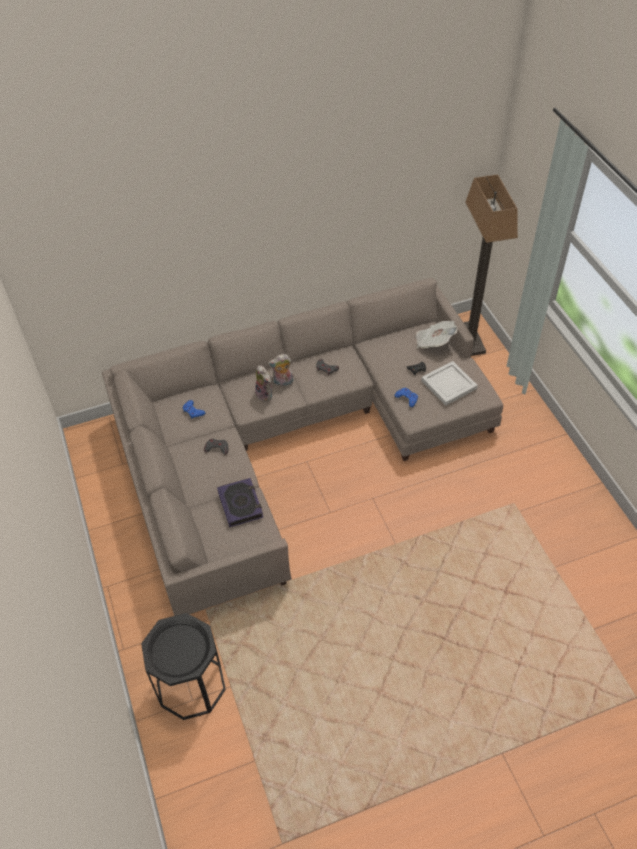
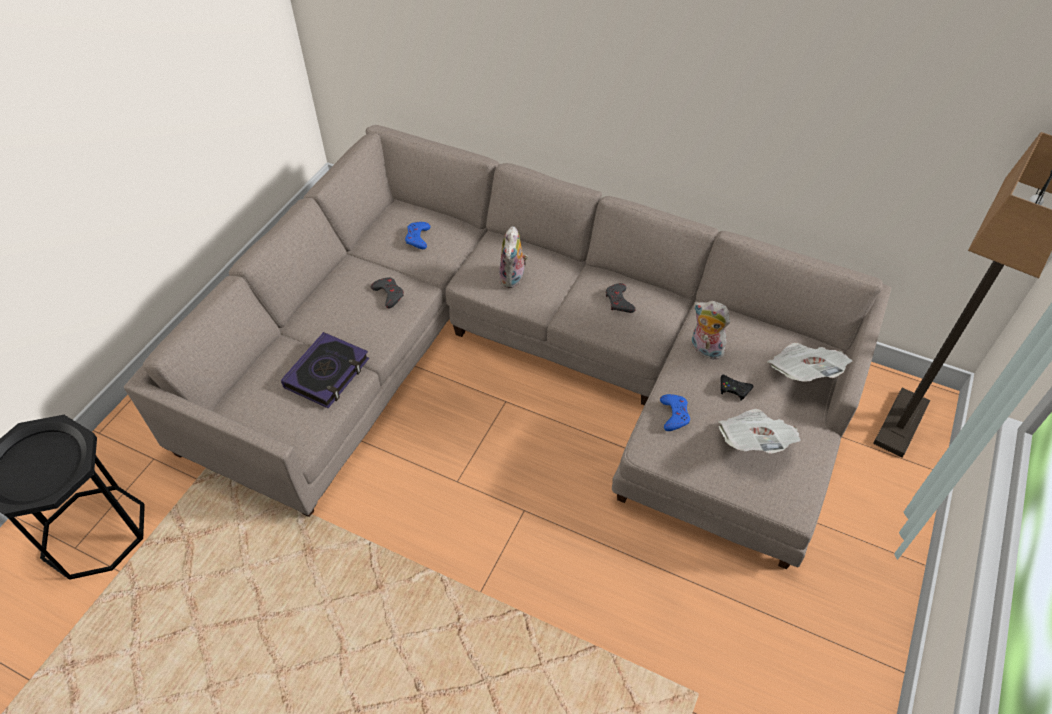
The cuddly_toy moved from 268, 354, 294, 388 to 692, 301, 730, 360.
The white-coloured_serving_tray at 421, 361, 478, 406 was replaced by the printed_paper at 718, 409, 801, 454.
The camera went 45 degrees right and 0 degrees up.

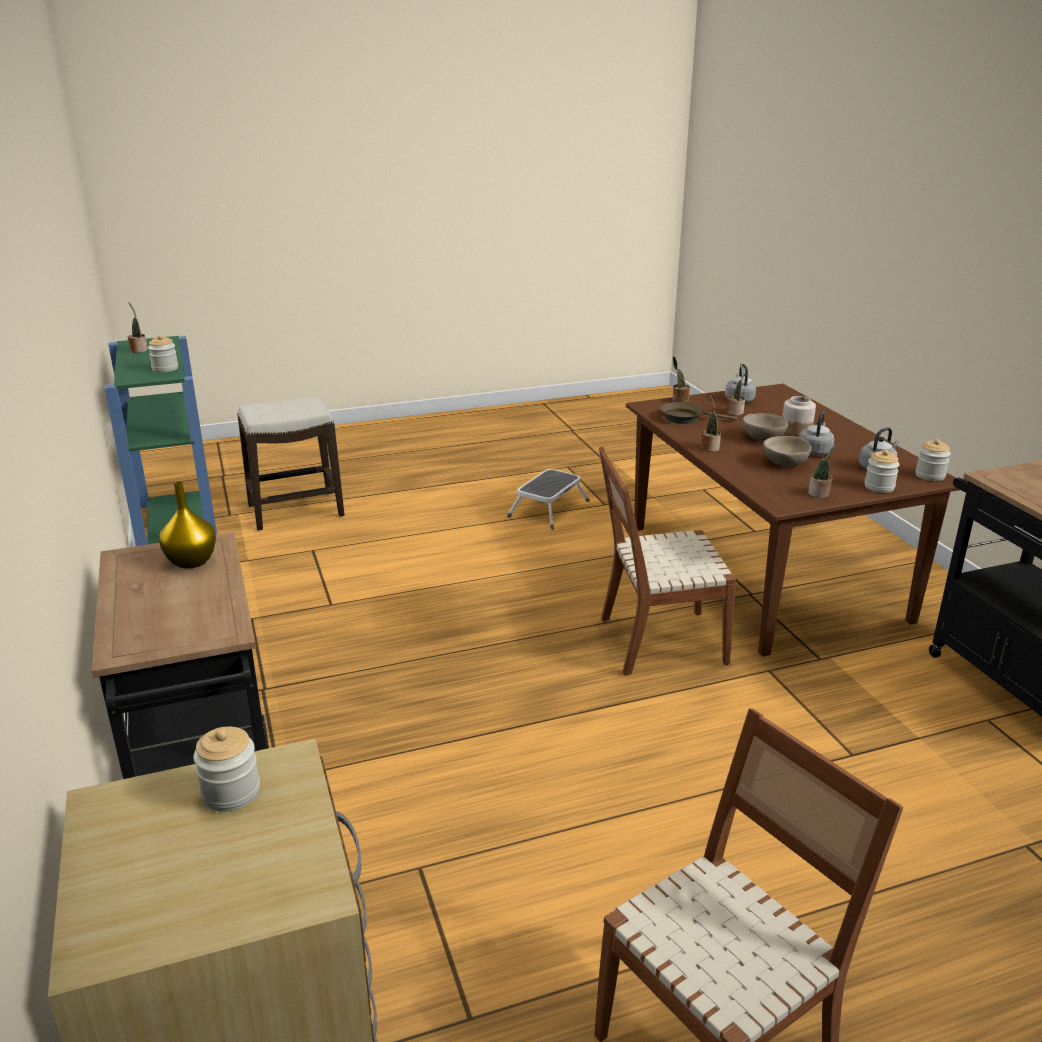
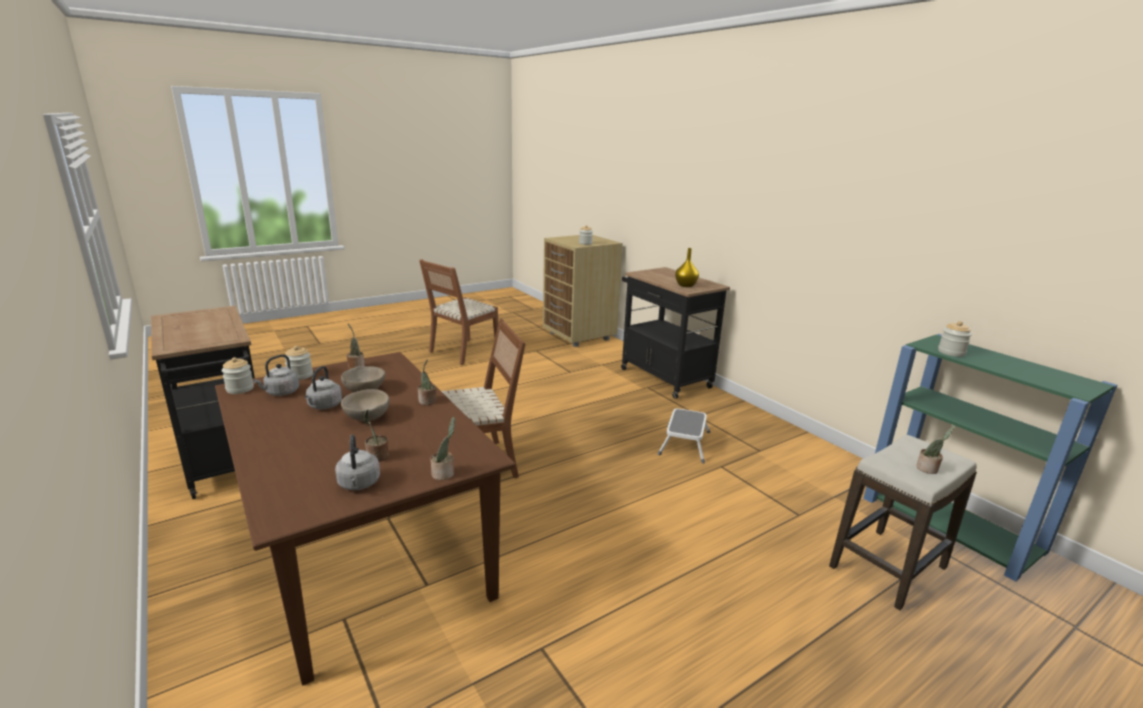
The potted_plant moved from 128, 302, 148, 353 to 916, 425, 956, 474.
The greyish_stepladder moved from 507, 469, 590, 530 to 657, 409, 711, 464.
The brown_frying_pan at 660, 402, 737, 424 disappeared.
The preserve_jar at 782, 396, 816, 436 disappeared.
The camera went 165 degrees right and 5 degrees down.

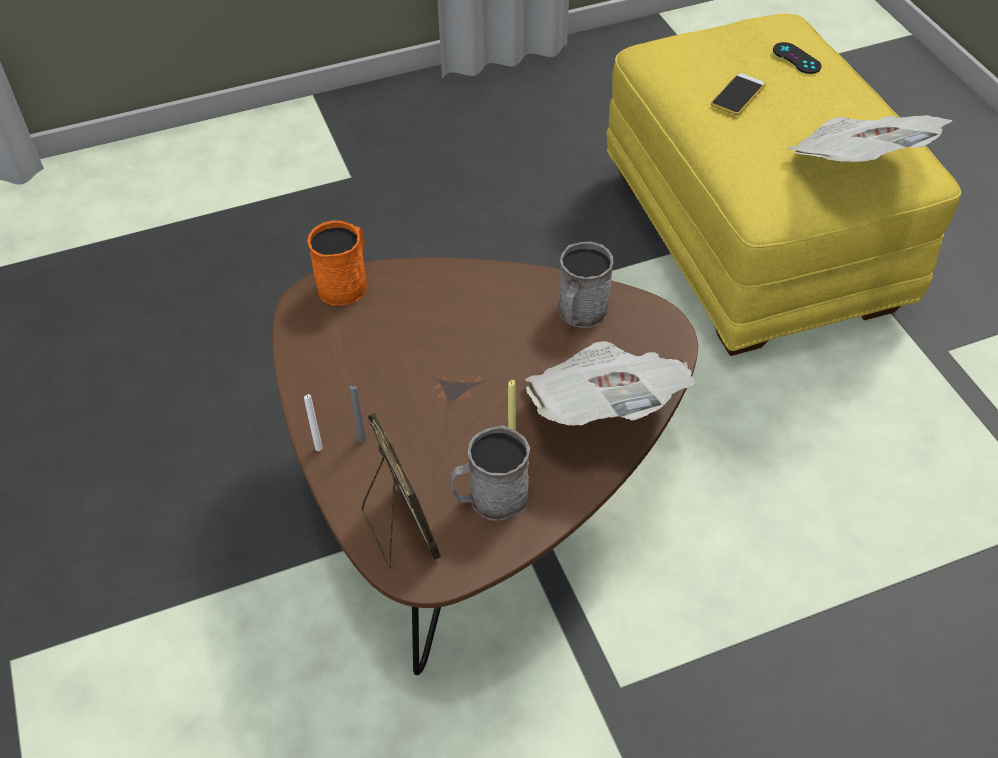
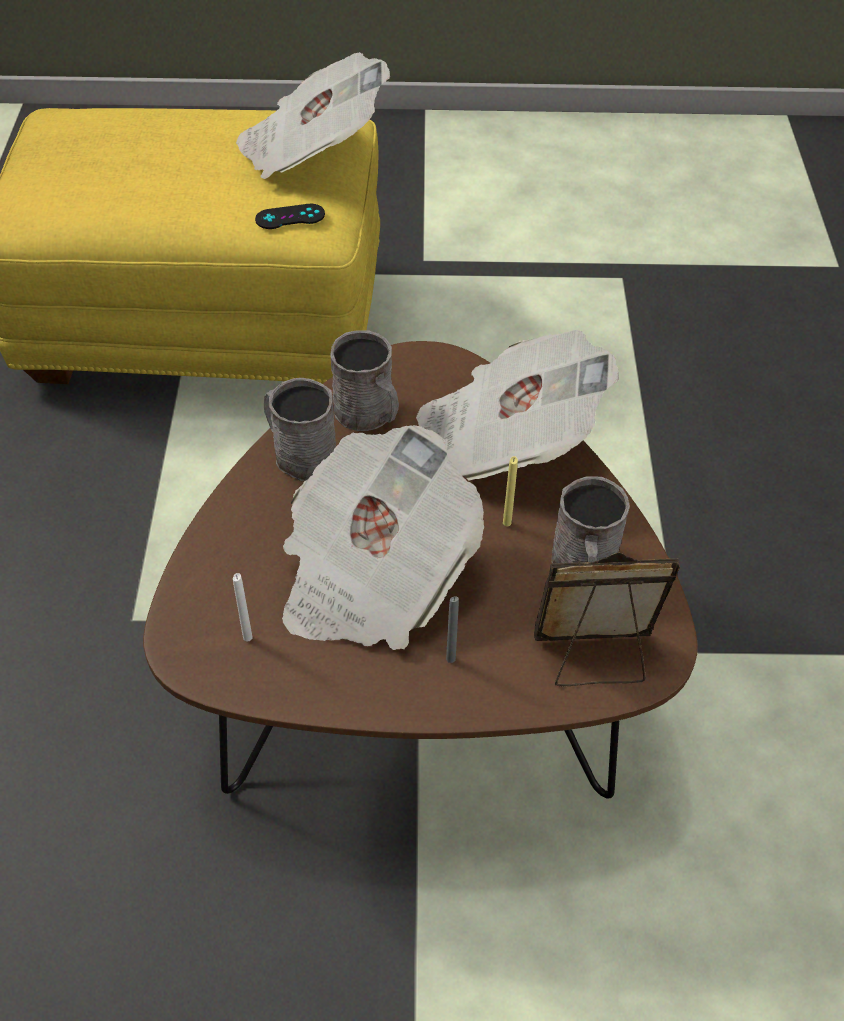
The white-coloured_wax_candle moved from 304, 394, 323, 451 to 233, 573, 253, 642.
The orangey_coffee_mug at 307, 220, 367, 305 disappeared.
The phone at 711, 73, 766, 115 disappeared.
The black-coloured_game_controller moved from 773, 42, 822, 74 to 255, 204, 325, 229.
The greyish_coffee_mug at 264, 378, 336, 481 appeared.
The printed_paper at 282, 425, 484, 650 appeared.
The camera went 70 degrees left and 0 degrees up.

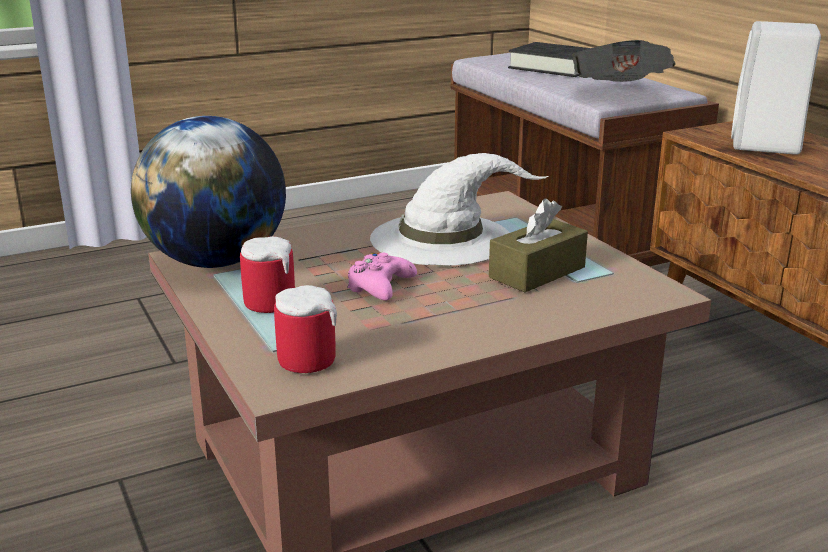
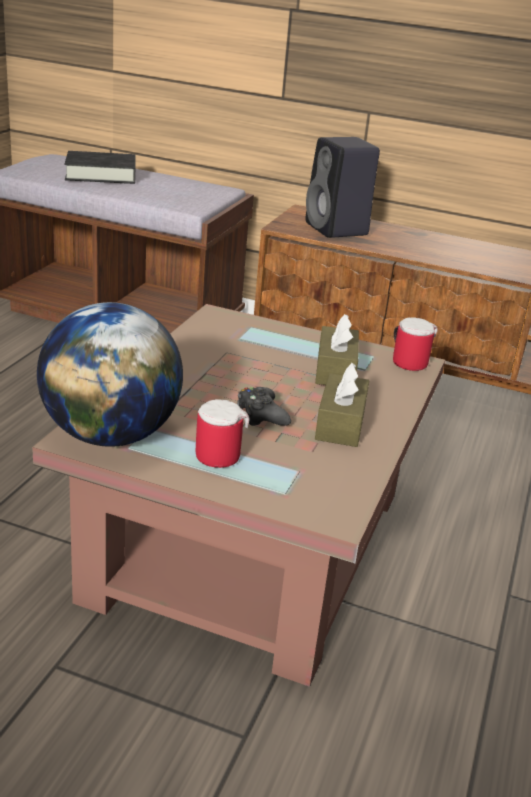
The coffee_mug moved from 274, 285, 337, 373 to 393, 317, 438, 371.
The pink-coloured_game_controller at 347, 253, 417, 301 became the black-coloured_game_controller at 237, 387, 291, 426.
The white-coloured_wearable_hat at 370, 153, 548, 266 disappeared.
The printed_paper at 572, 40, 676, 82 disappeared.
The white-coloured_audio_speaker at 731, 21, 821, 155 became the black-coloured_audio_speaker at 306, 137, 380, 238.
The brown_tissue_box at 315, 363, 369, 447 appeared.
The camera went 45 degrees left and 5 degrees up.

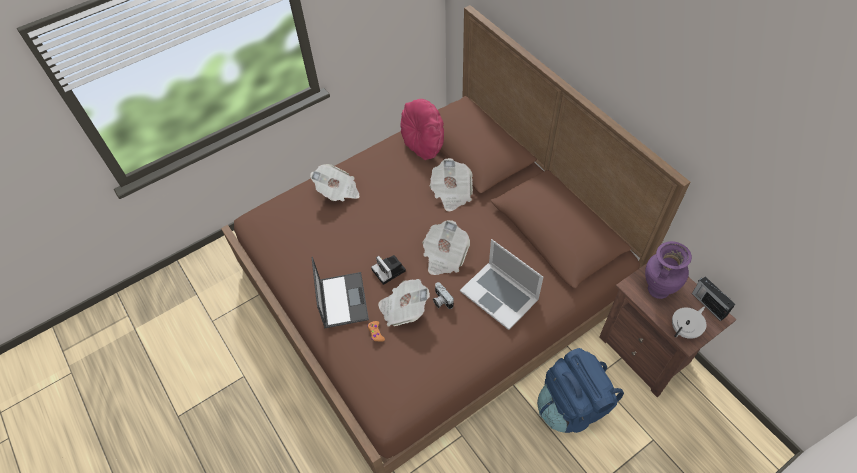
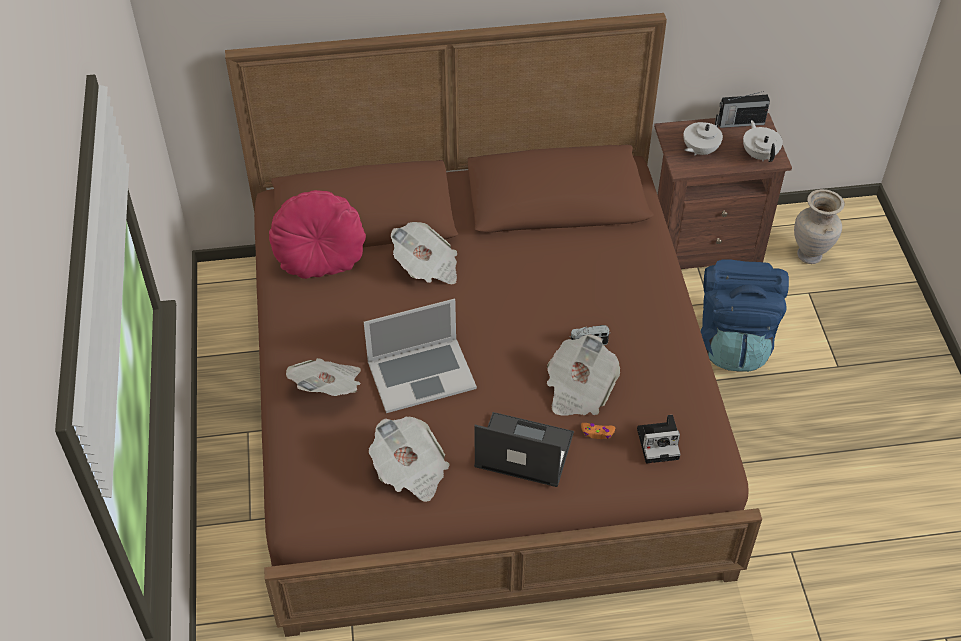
The photo_camera moved from 371, 255, 406, 285 to 637, 415, 681, 464.
The printed_paper moved from 422, 220, 470, 275 to 369, 417, 449, 502.
The portable_computer moved from 460, 239, 543, 330 to 364, 298, 477, 413.
The purplish_vase at 645, 241, 692, 299 was replaced by the white-coloured_teapot at 683, 114, 723, 156.
The beige-coloured_vase at 794, 189, 845, 264 appeared.
The camera went 65 degrees left and 5 degrees down.

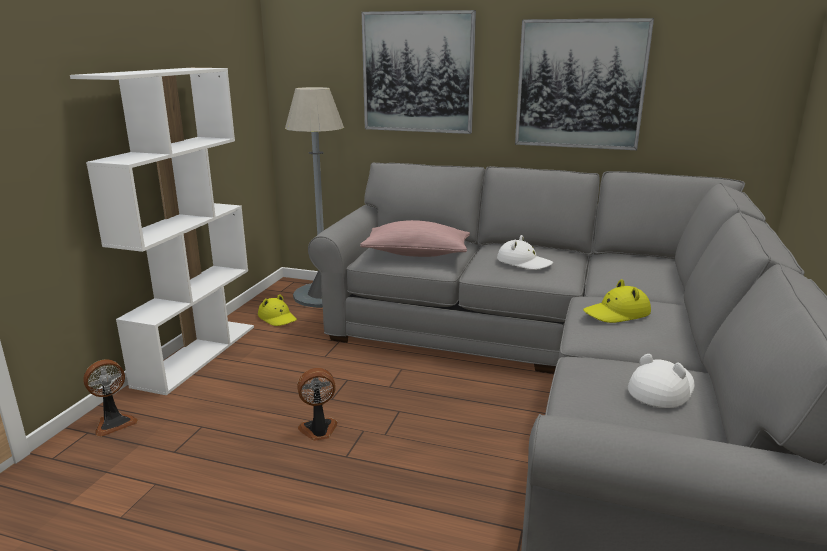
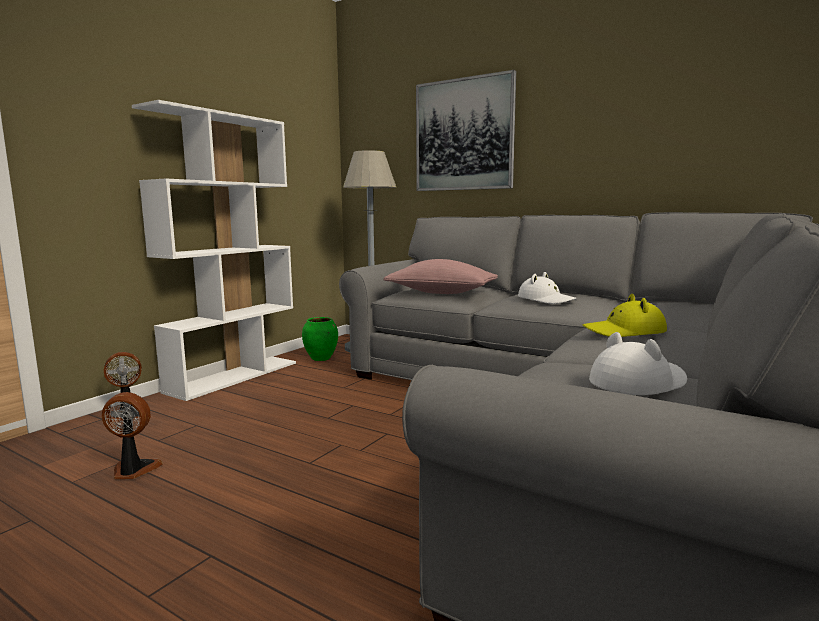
The yellow-coloured_wearable_hat at 258, 294, 297, 326 was replaced by the green-coloured_vase at 302, 317, 338, 361.
The electric_fan moved from 297, 368, 337, 441 to 102, 392, 163, 479.
The wall_art at 515, 18, 654, 150 disappeared.
The camera went 15 degrees right and 10 degrees down.

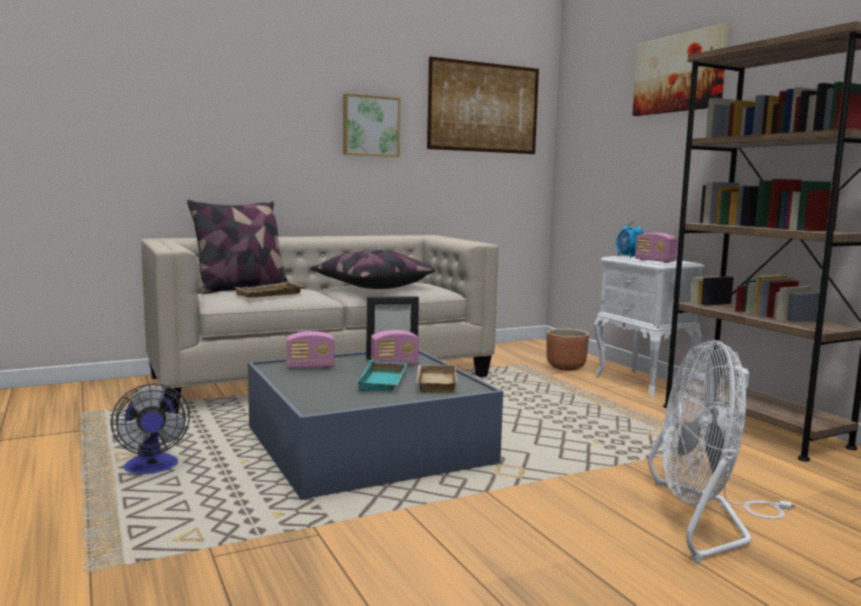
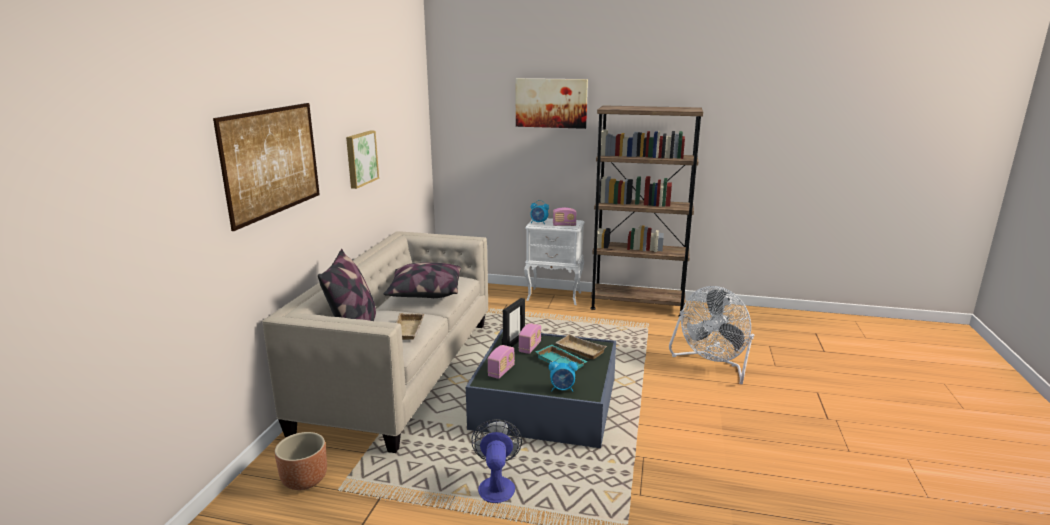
The electric_fan at 111, 384, 190, 474 turned 105 degrees counterclockwise.
The wall_art moved from 427, 56, 539, 154 to 213, 103, 320, 231.
The brown_planter moved from 546, 328, 589, 371 to 275, 432, 327, 490.
The alarm_clock at 549, 357, 578, 392 appeared.
The camera went 50 degrees left and 10 degrees up.

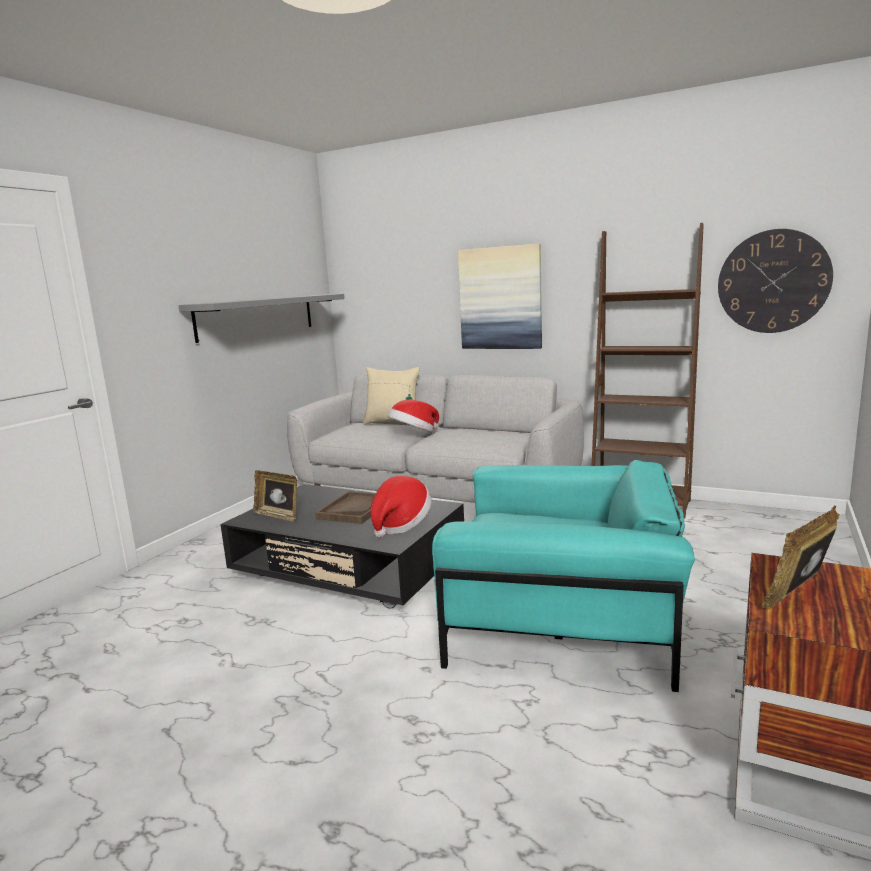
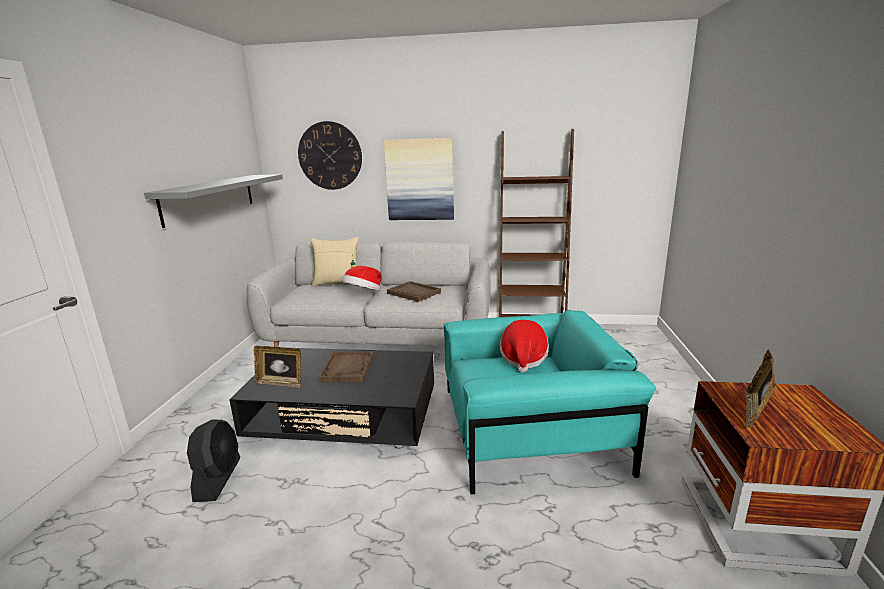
The wearable_hat moved from 371, 476, 432, 538 to 500, 320, 549, 373.
The clock_on_the_wall moved from 718, 229, 833, 333 to 298, 121, 362, 190.
The black-coloured_electric_fan at 187, 419, 240, 502 appeared.
The brown_serving_tray at 387, 281, 441, 302 appeared.
The camera went 20 degrees left and 5 degrees up.

